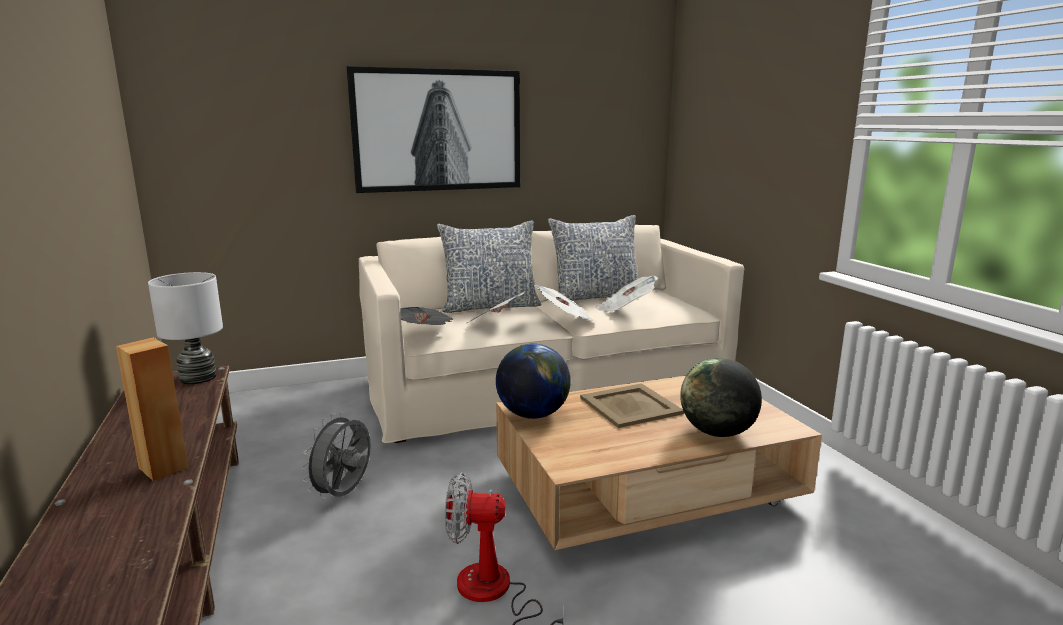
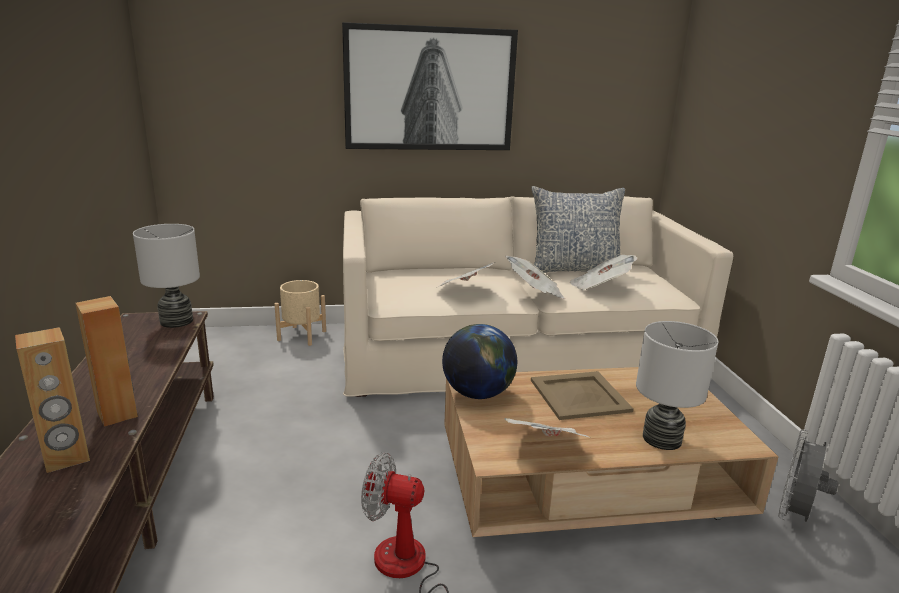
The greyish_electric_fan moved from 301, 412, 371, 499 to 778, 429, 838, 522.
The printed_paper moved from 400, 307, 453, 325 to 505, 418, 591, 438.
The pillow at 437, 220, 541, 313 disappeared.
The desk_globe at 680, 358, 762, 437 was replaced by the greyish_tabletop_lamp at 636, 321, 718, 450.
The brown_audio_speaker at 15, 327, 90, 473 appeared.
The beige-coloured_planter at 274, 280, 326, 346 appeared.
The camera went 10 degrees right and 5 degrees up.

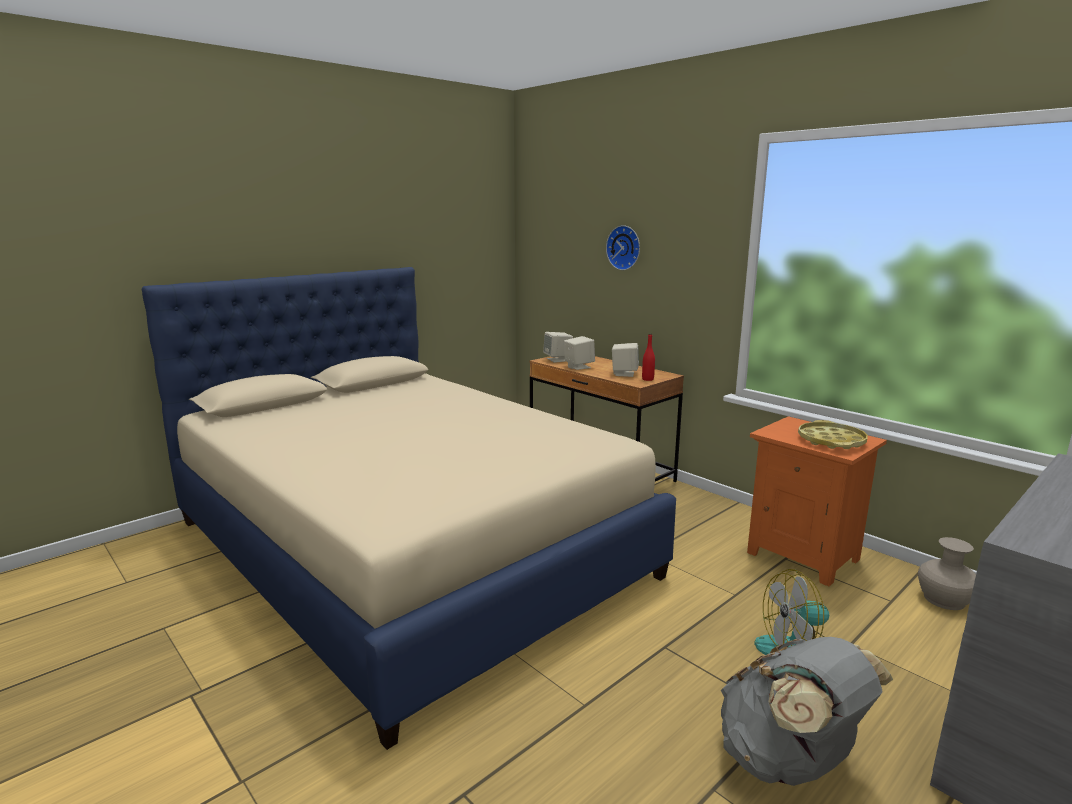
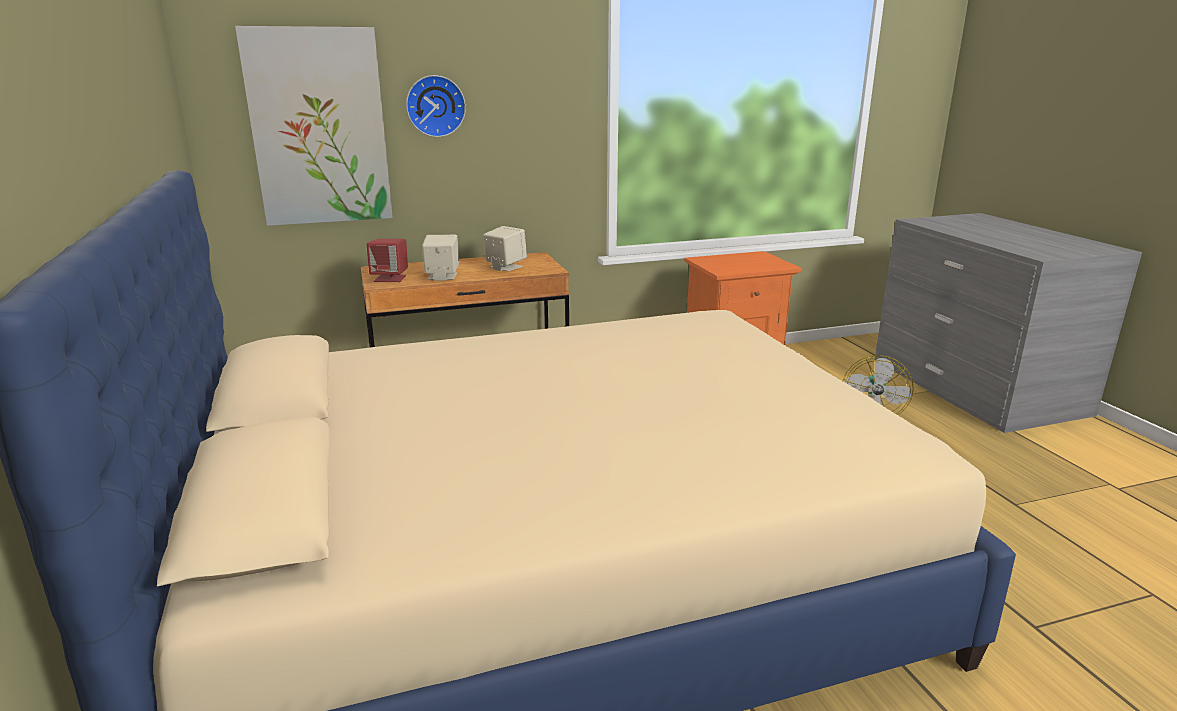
The beige-coloured_audio_speaker at 543, 332, 573, 363 became the reddish_audio_speaker at 367, 239, 408, 282.
The reddish_beverage_bottle at 642, 333, 655, 381 disappeared.
The greyish_rucksack at 721, 637, 893, 786 disappeared.
The yellow-coloured_serving_tray at 798, 420, 868, 449 disappeared.
The beige-coloured_vase at 918, 537, 976, 610 disappeared.
The wall_art at 235, 26, 393, 226 appeared.
The camera went 65 degrees left and 5 degrees up.

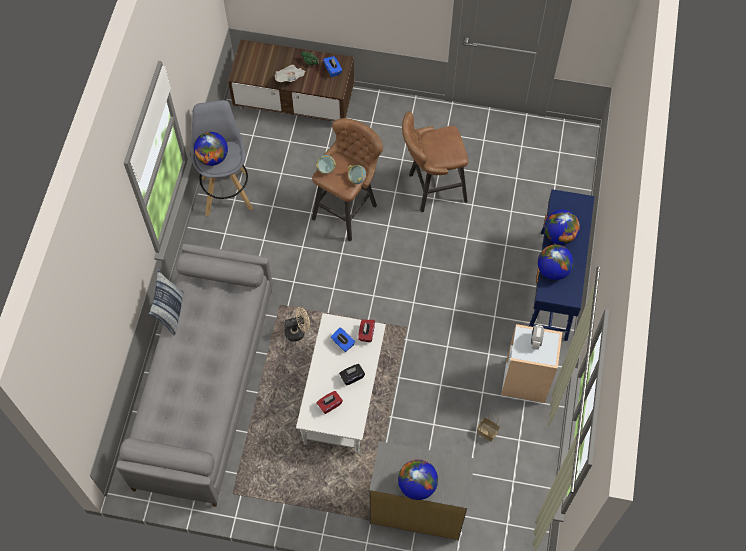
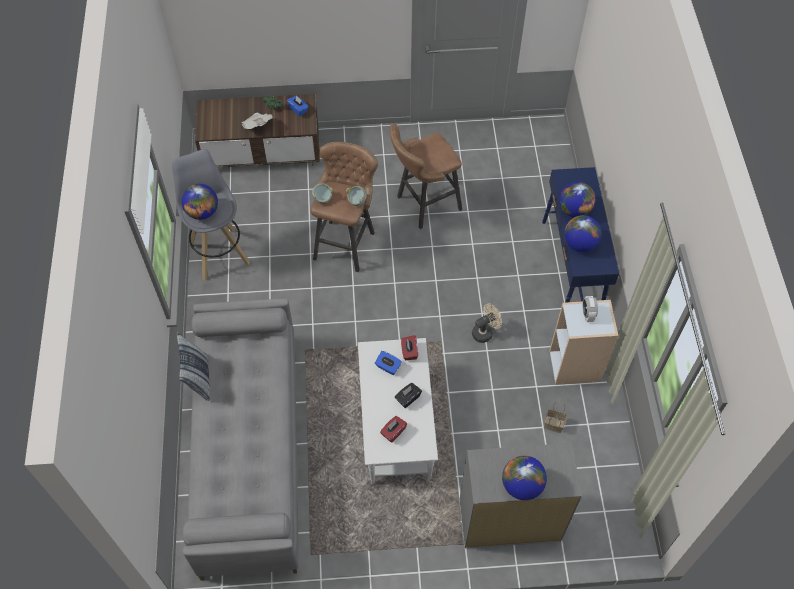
The beige-coloured_electric_fan moved from 284, 307, 310, 342 to 472, 304, 502, 343.
The camera went 15 degrees left and 5 degrees down.

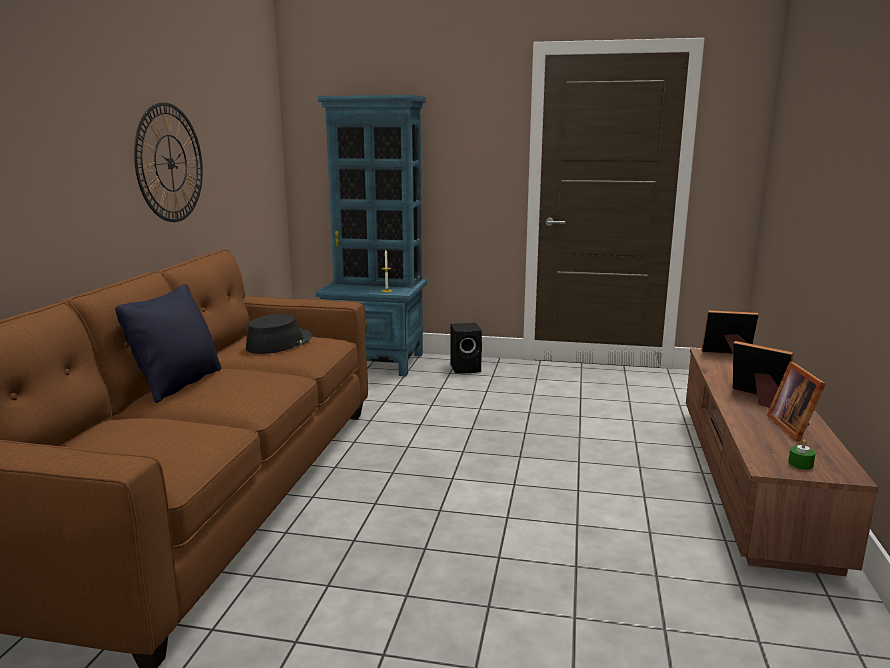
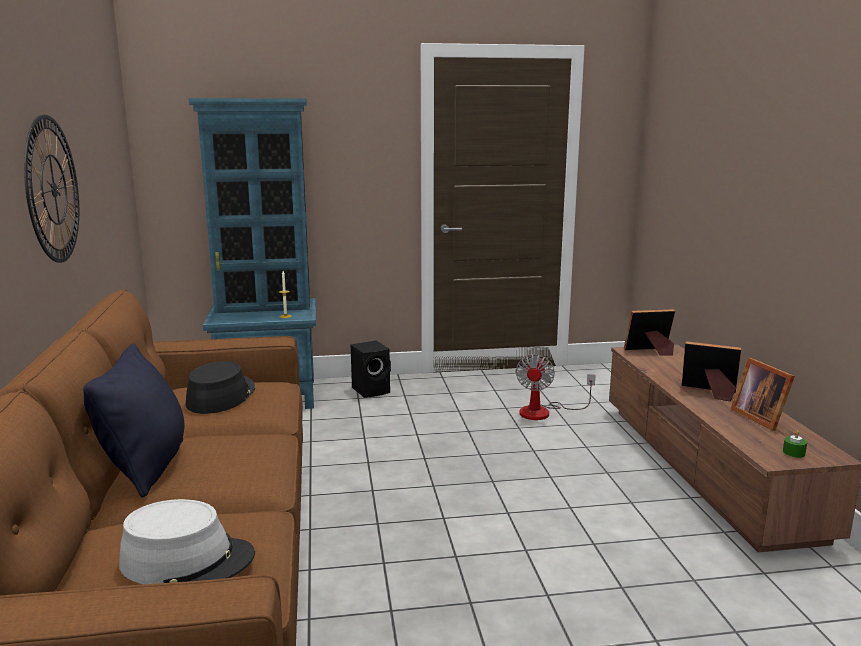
The greyish_wearable_hat at 119, 499, 255, 584 appeared.
The electric_fan at 516, 354, 596, 420 appeared.
The camera went 20 degrees left and 0 degrees up.

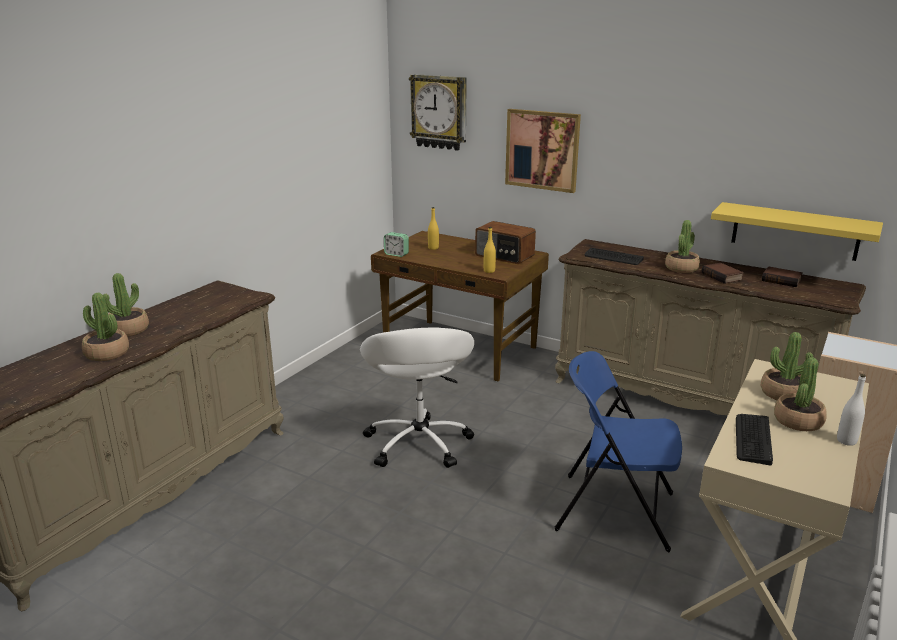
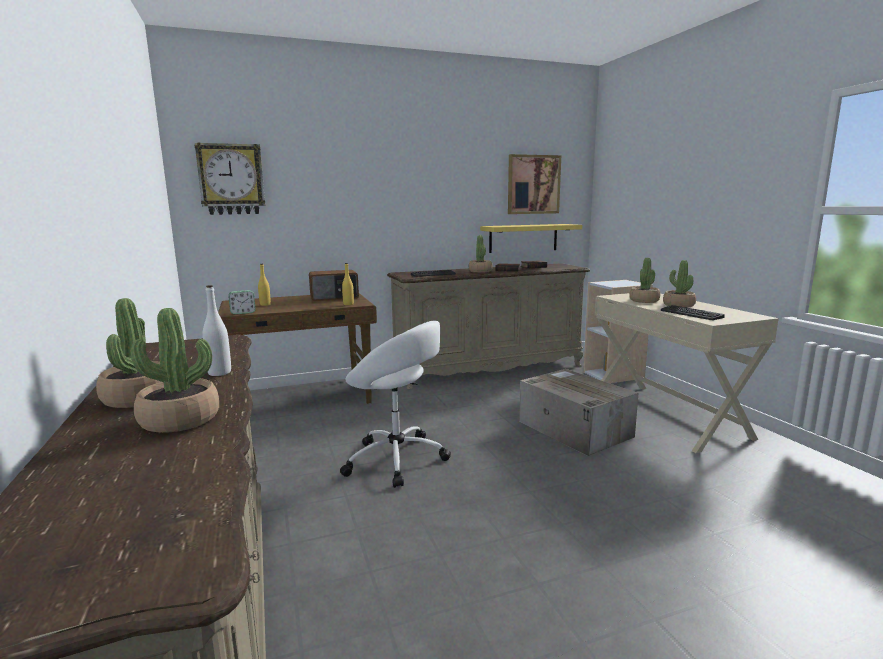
The wall_art moved from 505, 109, 581, 193 to 508, 154, 561, 214.
The blue-coloured_plain_chair at 555, 351, 682, 552 was replaced by the cardboard_box at 519, 369, 638, 456.
The white-coloured_beverage_bottle moved from 837, 374, 866, 446 to 202, 285, 231, 376.
The camera went 50 degrees left and 10 degrees down.

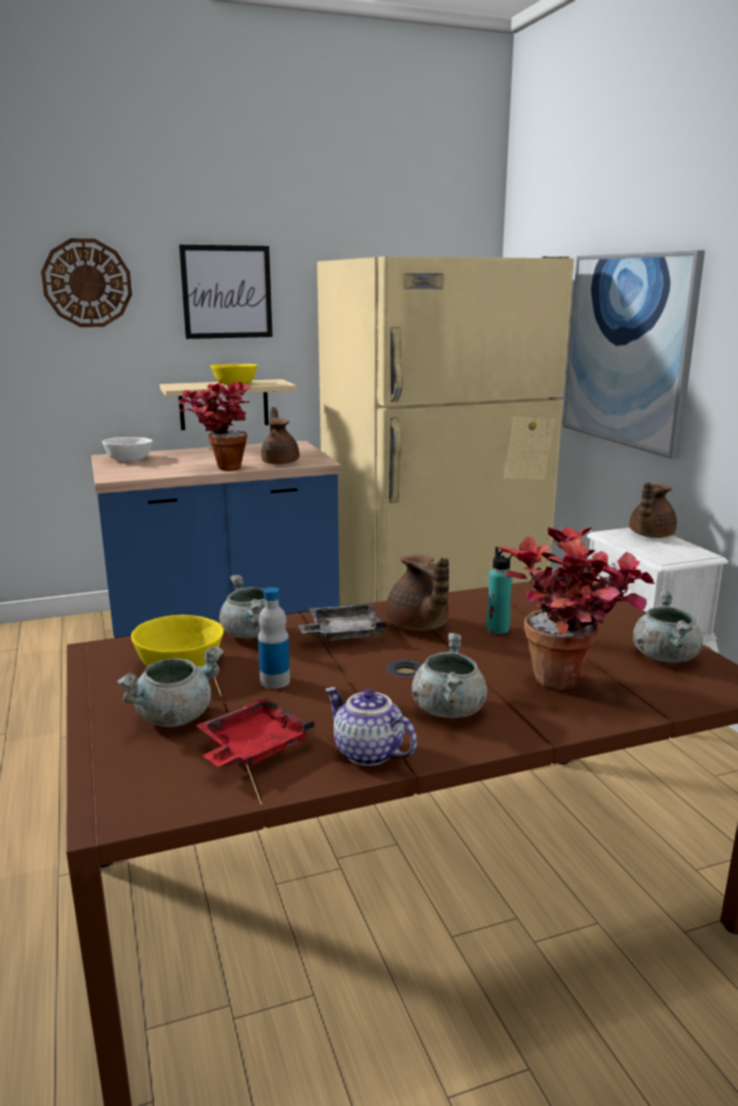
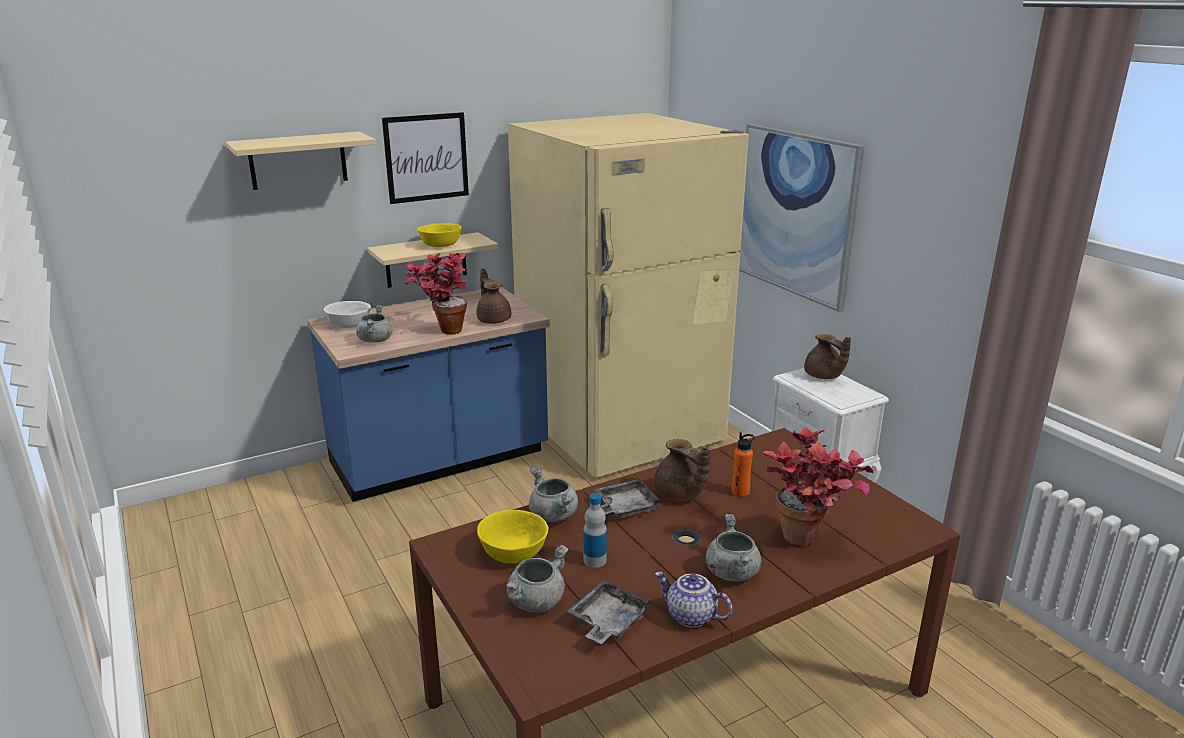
The clock_on_the_wall at 41, 238, 132, 327 was replaced by the beige-coloured_shelf at 226, 132, 376, 190.
The reddish_serving_tray at 196, 697, 314, 767 became the greyish_serving_tray at 567, 580, 651, 644.
The blue-green_beverage_bottle at 486, 547, 513, 634 became the orangey_beverage_bottle at 732, 432, 755, 497.
The brown_teapot at 629, 482, 677, 538 turned 60 degrees counterclockwise.
The greyish_stockpot moved from 633, 591, 703, 662 to 356, 305, 392, 343.
The camera went 10 degrees left and 5 degrees up.

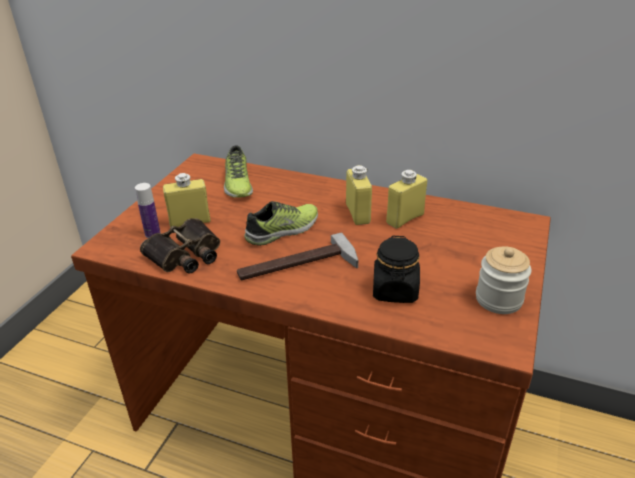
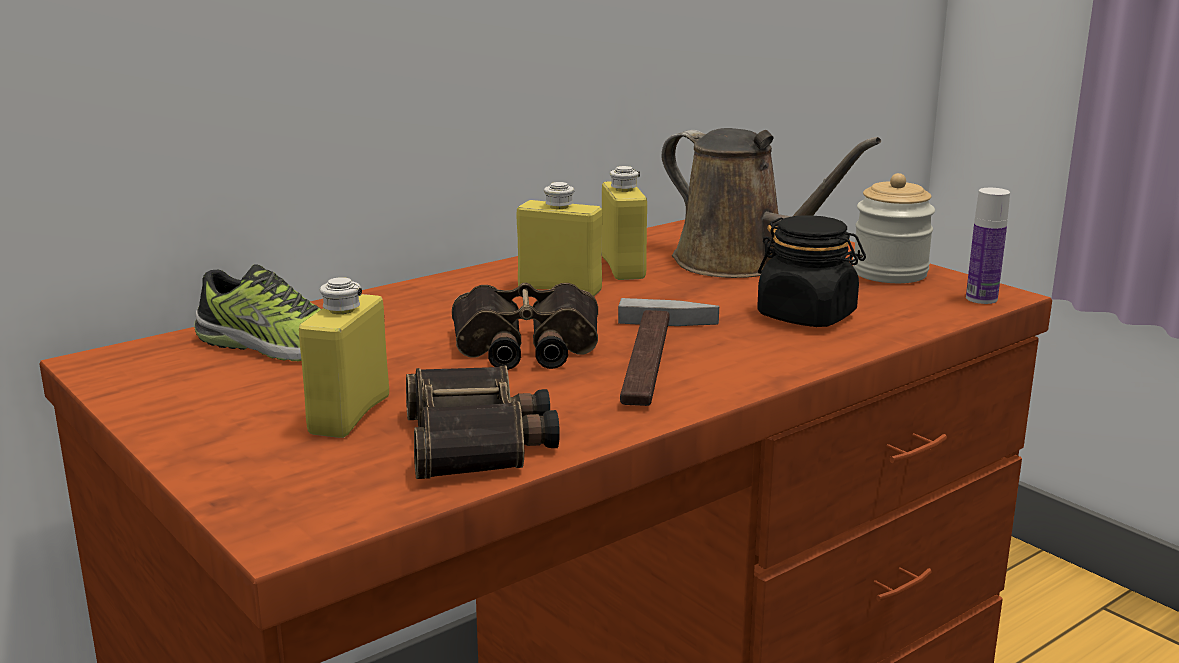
The beverage_bottle moved from 135, 183, 161, 238 to 966, 188, 1010, 304.
The item_of_footwear at 244, 201, 318, 246 was replaced by the pair_of_binoculars at 452, 283, 598, 370.
The brown_watering_can at 661, 128, 881, 278 appeared.
The camera went 60 degrees left and 15 degrees down.

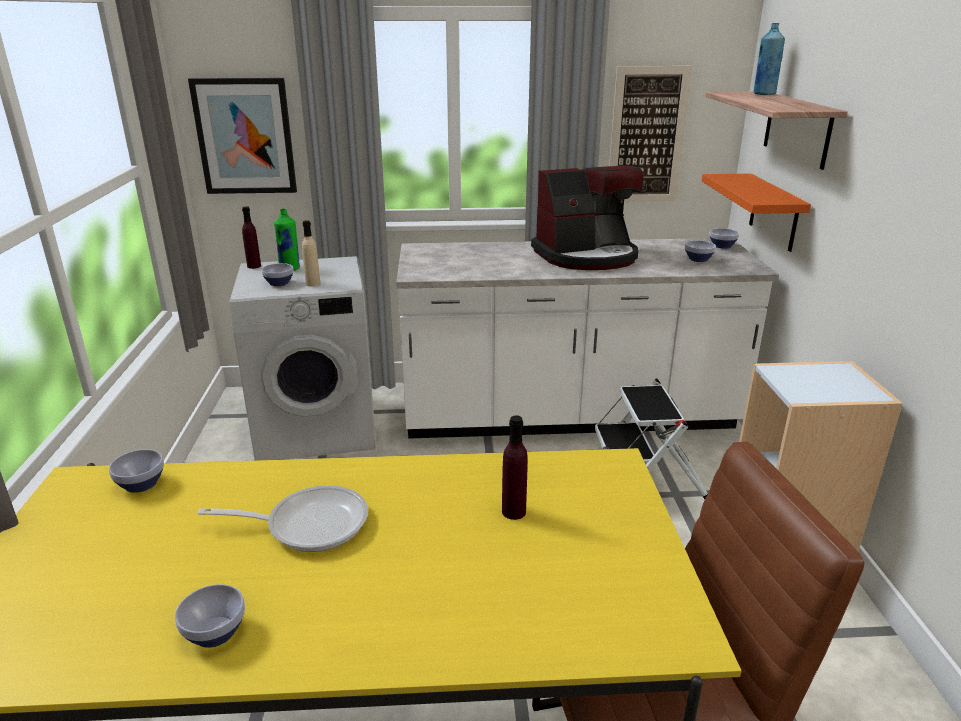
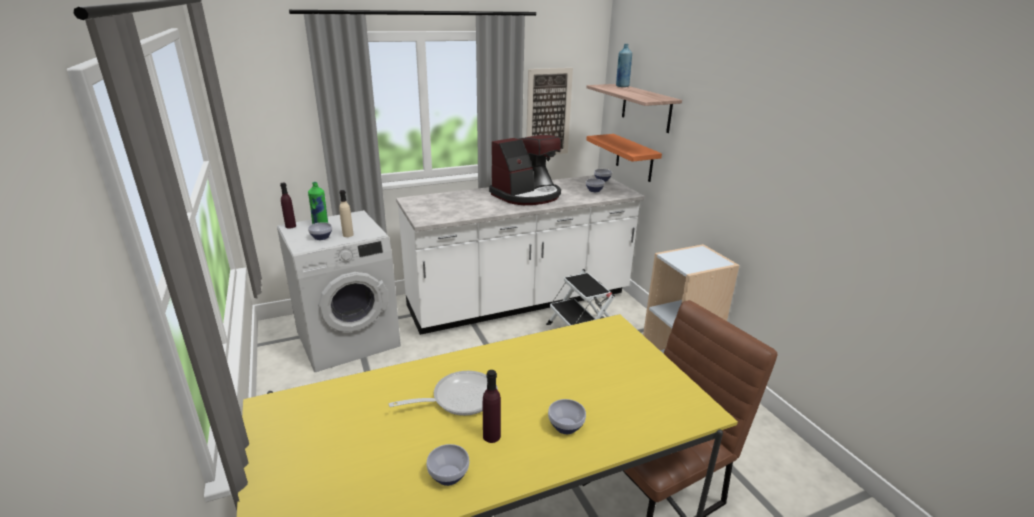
The deep_dish moved from 109, 449, 164, 493 to 548, 399, 586, 434.
The wall_art at 188, 78, 297, 194 disappeared.
The purplish_beverage_bottle moved from 502, 415, 528, 520 to 483, 370, 501, 443.
The camera went 20 degrees left and 0 degrees up.

